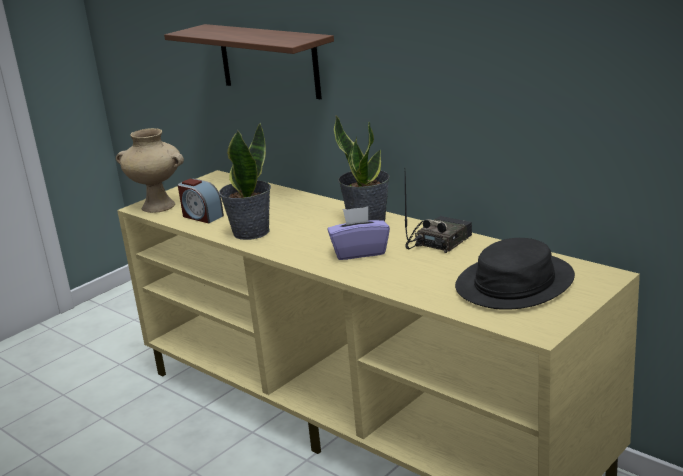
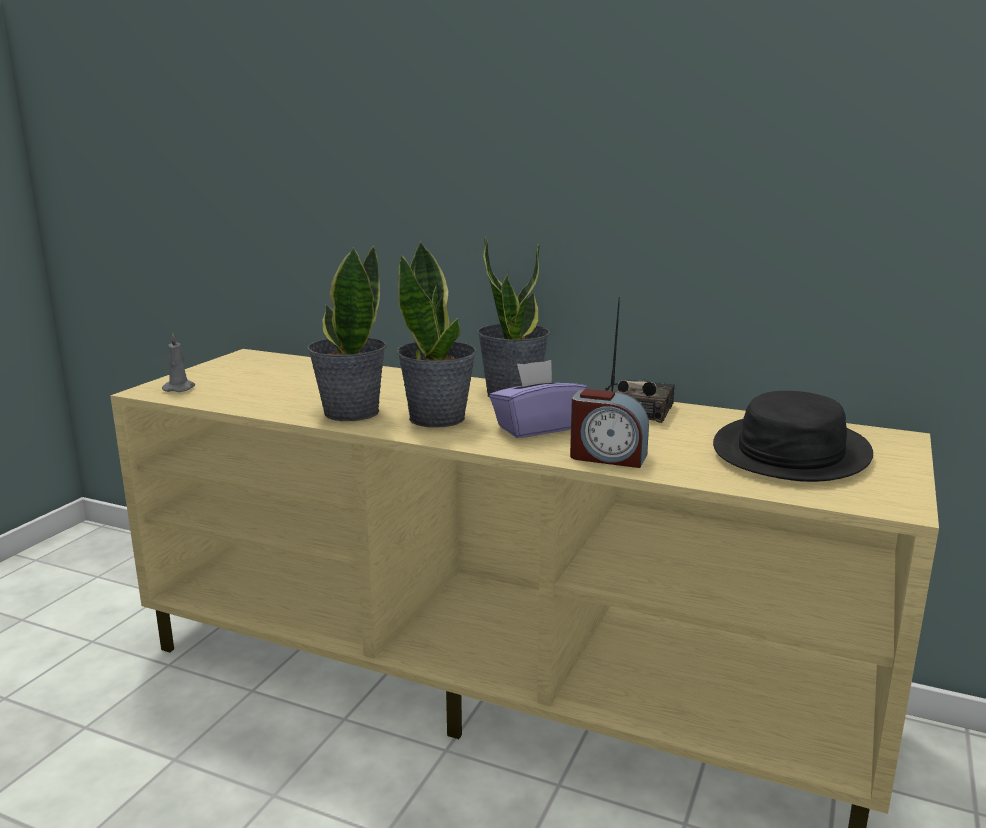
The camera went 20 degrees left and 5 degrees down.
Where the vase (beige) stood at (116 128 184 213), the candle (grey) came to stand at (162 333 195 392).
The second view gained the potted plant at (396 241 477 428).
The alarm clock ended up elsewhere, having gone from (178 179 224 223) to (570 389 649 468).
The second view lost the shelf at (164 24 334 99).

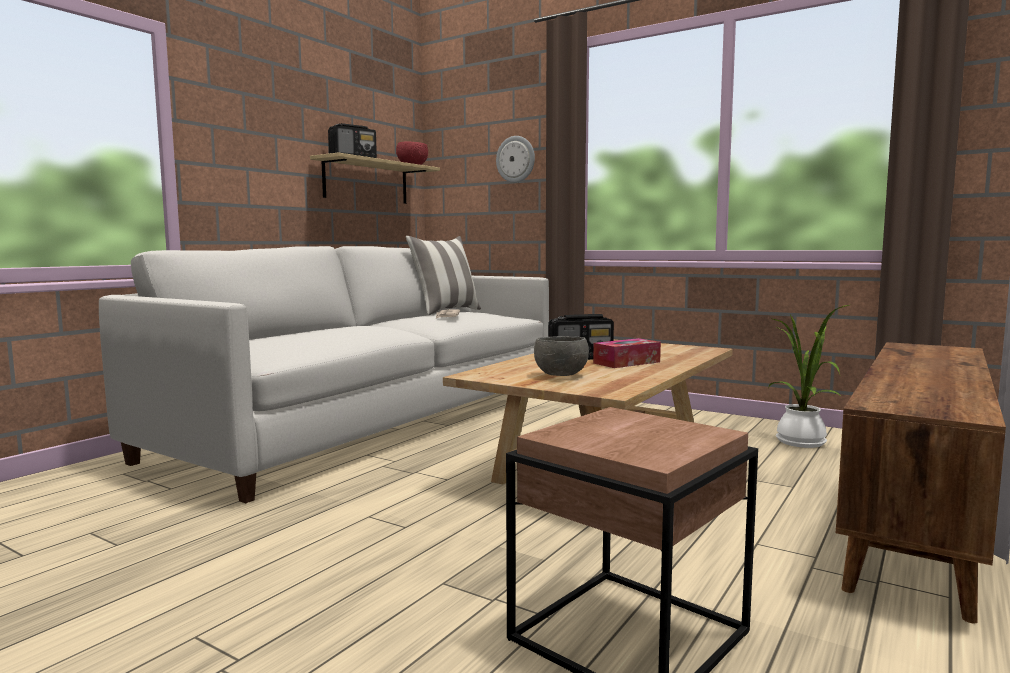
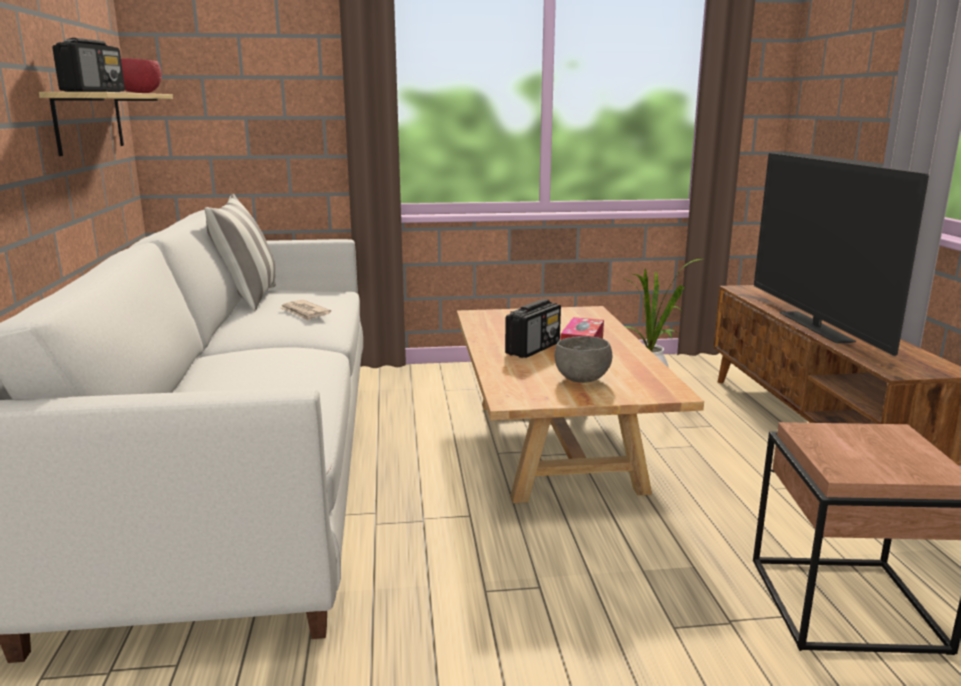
The camera went 40 degrees left and 10 degrees up.
The second view gained the television at (754 153 929 356).
The second view lost the wall clock at (496 136 535 183).

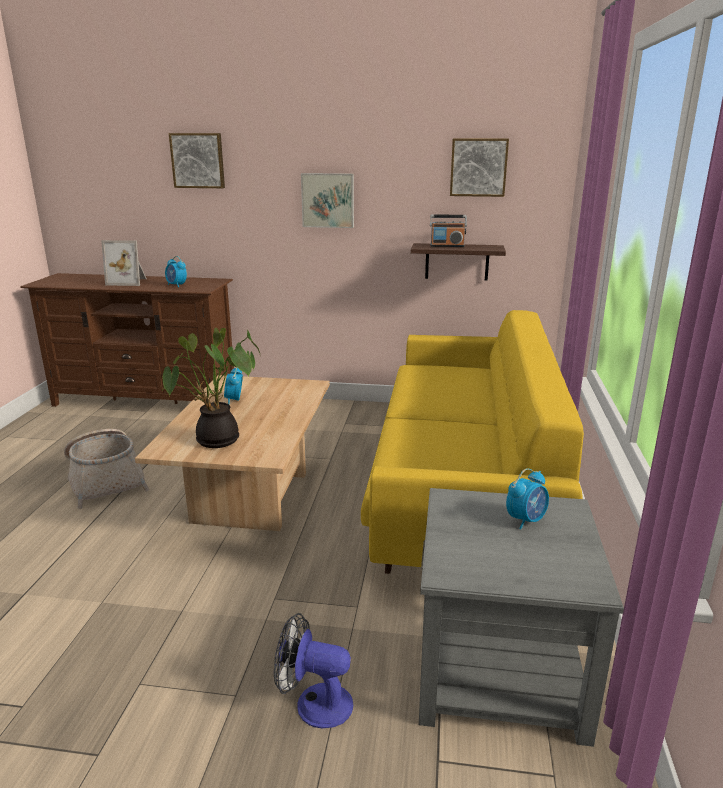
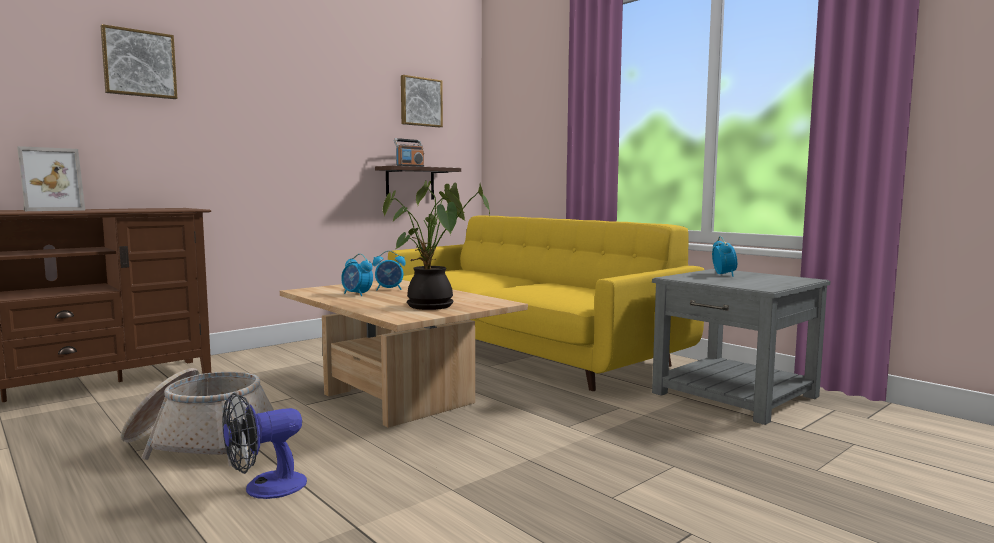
The camera went 50 degrees left and 15 degrees down.
The fan ended up elsewhere, having gone from (274 613 353 728) to (222 393 307 499).
The alarm clock ended up elsewhere, having gone from (165 256 187 288) to (373 251 406 290).
The second view lost the picture at (301 173 354 228).

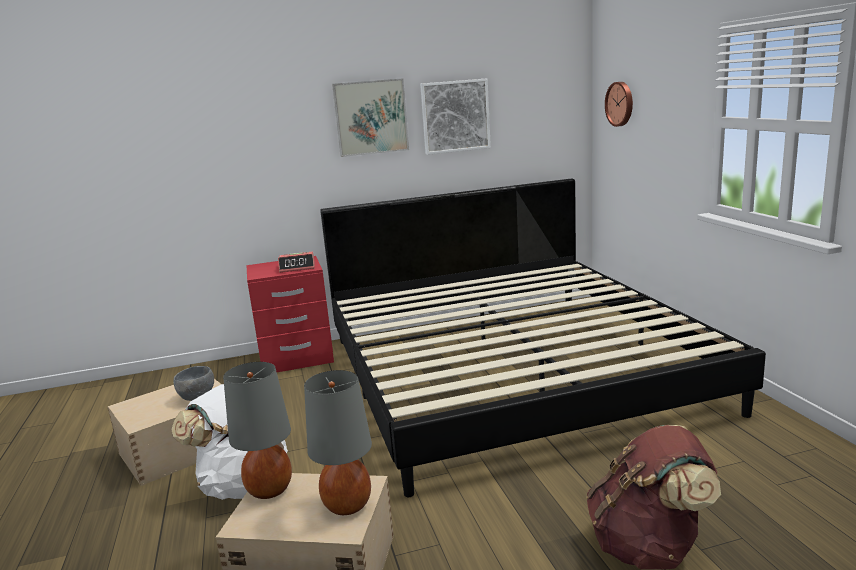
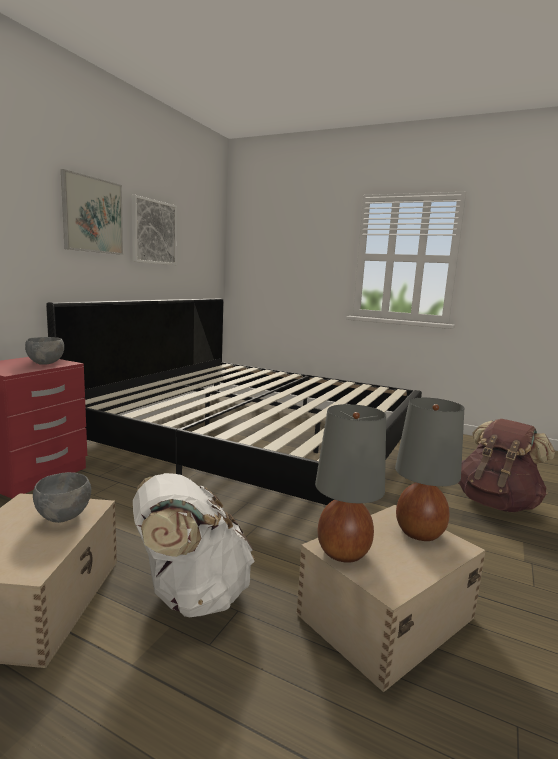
The camera went 50 degrees left and 5 degrees down.
Where the alarm clock stood at (278 252 315 272), the bowl (grey) came to stand at (25 337 64 365).
The second view lost the wall clock at (605 82 633 127).

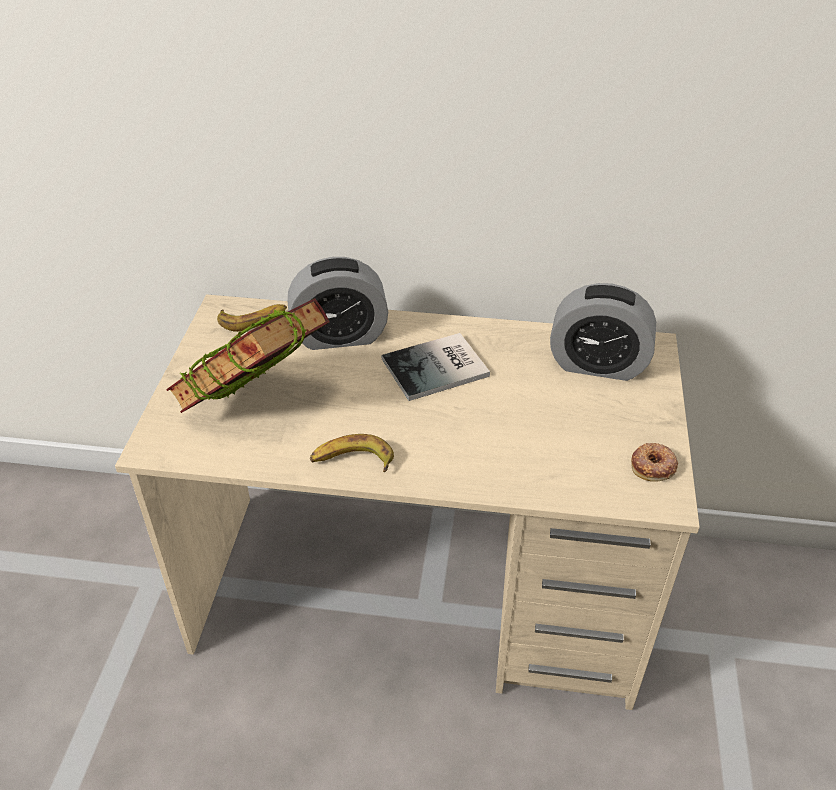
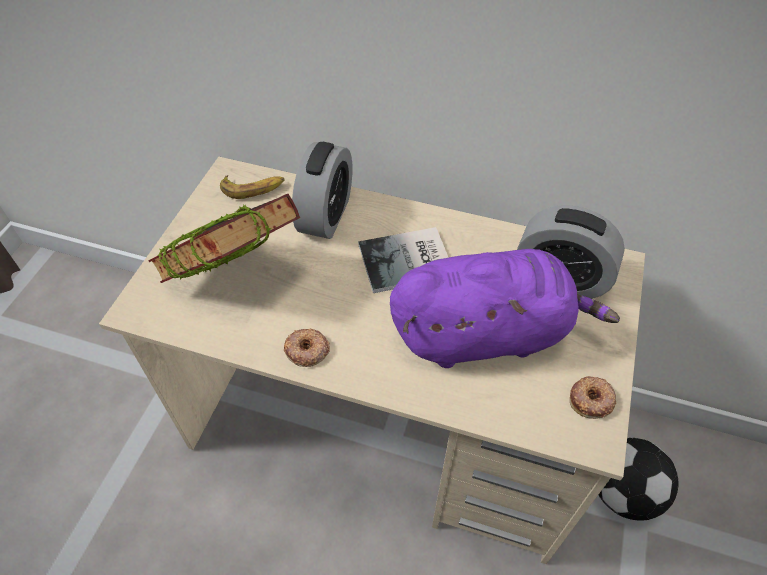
The camera went 10 degrees right and 10 degrees up.
Where the banana stood at (310 434 394 472), the donut came to stand at (284 329 330 367).
The alarm clock at (288 257 388 350) ended up facing another way, 75 degrees counterclockwise from before.
The second view gained the plush toy (purple) at (390 249 620 368).
The second view gained the football at (599 438 678 521).

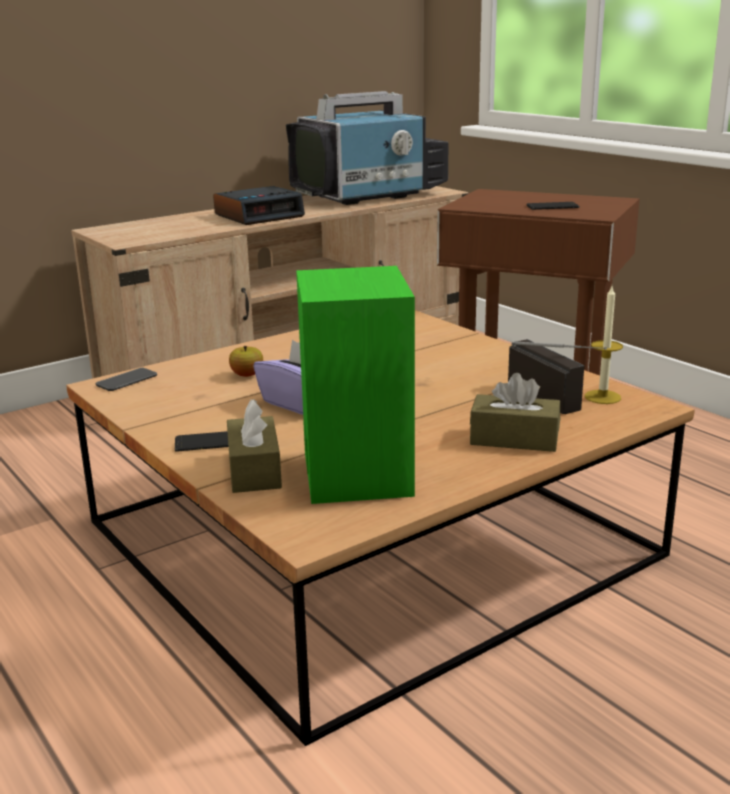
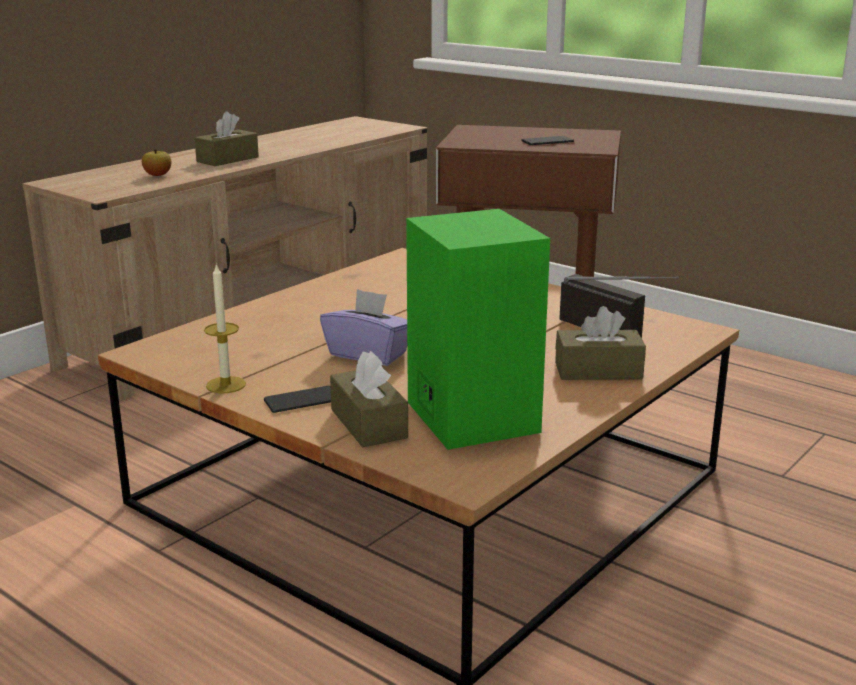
The camera went 15 degrees left and 0 degrees up.
The apple ended up elsewhere, having gone from (229 346 263 377) to (142 149 171 176).
Where the alarm clock stood at (213 186 305 225), the tissue box (brown) came to stand at (194 111 259 166).
The candle ended up elsewhere, having gone from (585 286 623 404) to (204 263 246 393).
The second view lost the phone at (96 368 157 391).
The second view lost the television at (286 91 448 205).

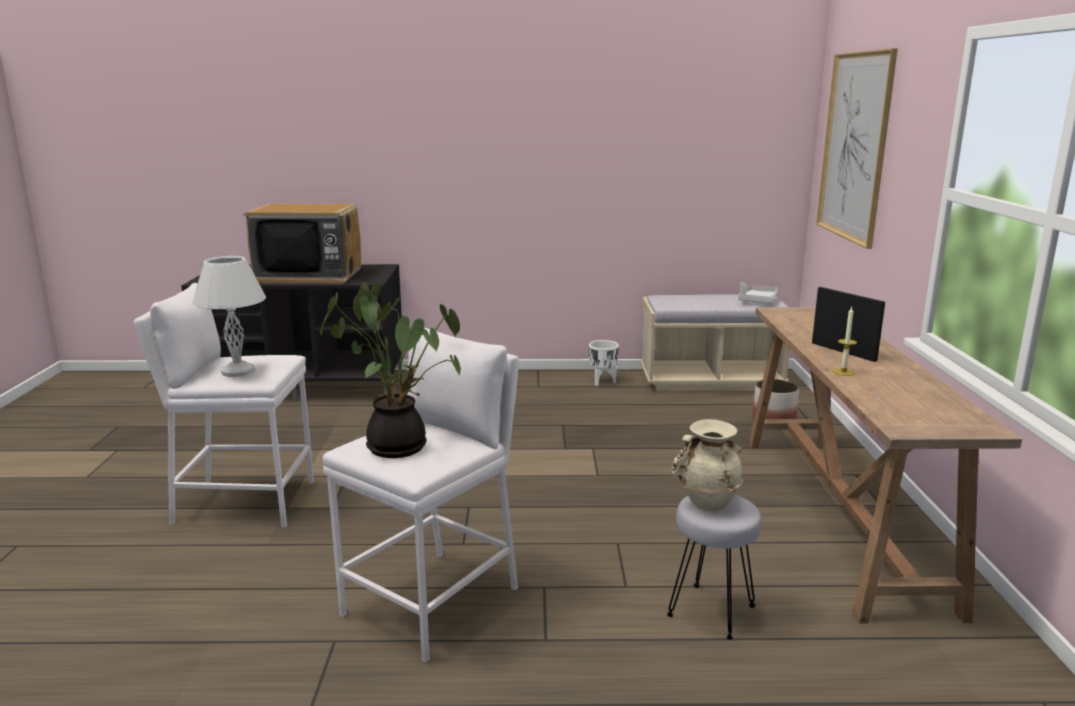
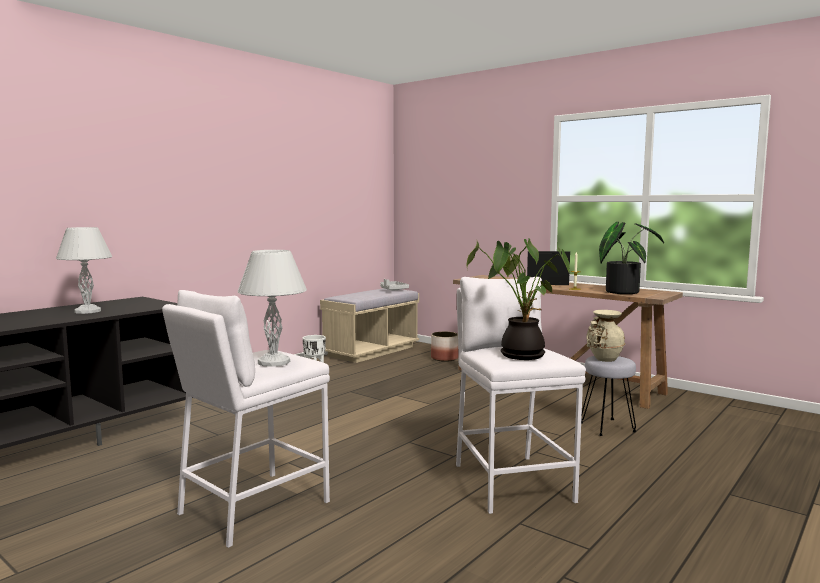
The camera went 50 degrees left and 10 degrees down.
Where the television stood at (243 204 361 283), the table lamp (white) came to stand at (56 227 112 314).
The second view gained the potted plant at (599 222 664 294).
The second view lost the picture at (816 48 898 249).

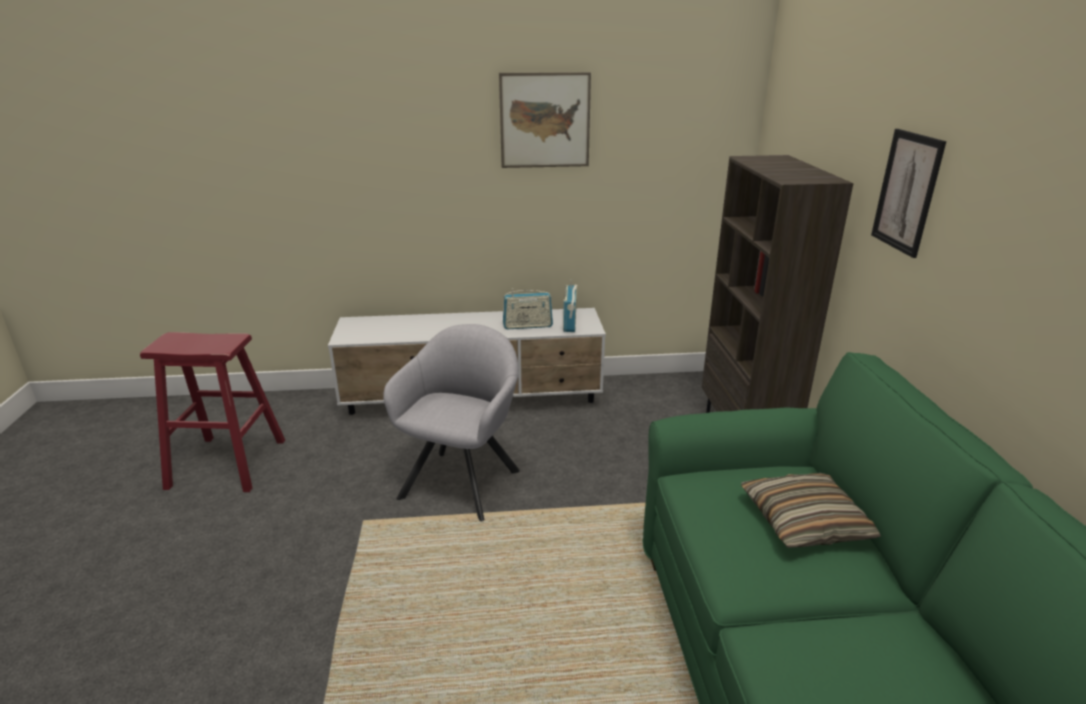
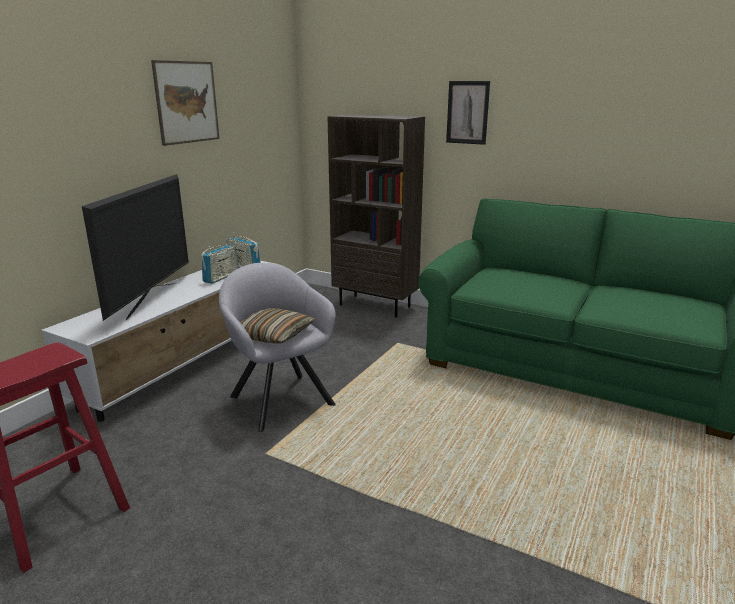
The camera went 55 degrees left and 5 degrees down.
The second view gained the television at (82 174 189 321).
The pillow ended up elsewhere, having gone from (741 473 881 548) to (240 308 315 343).

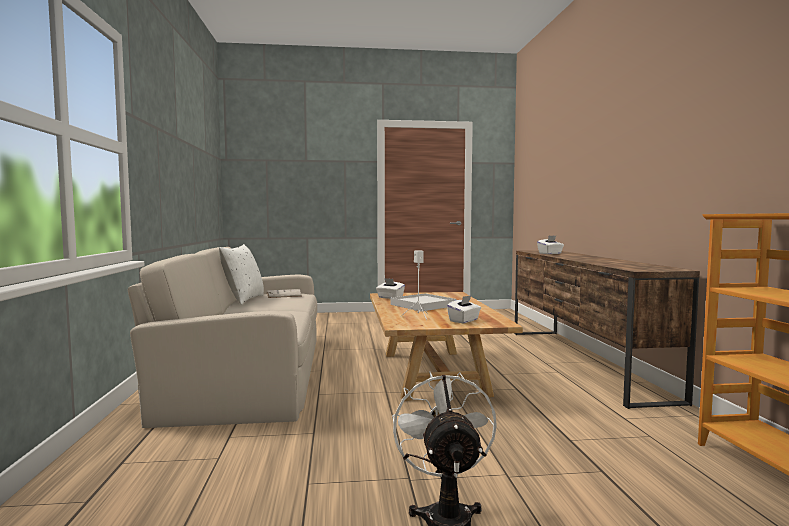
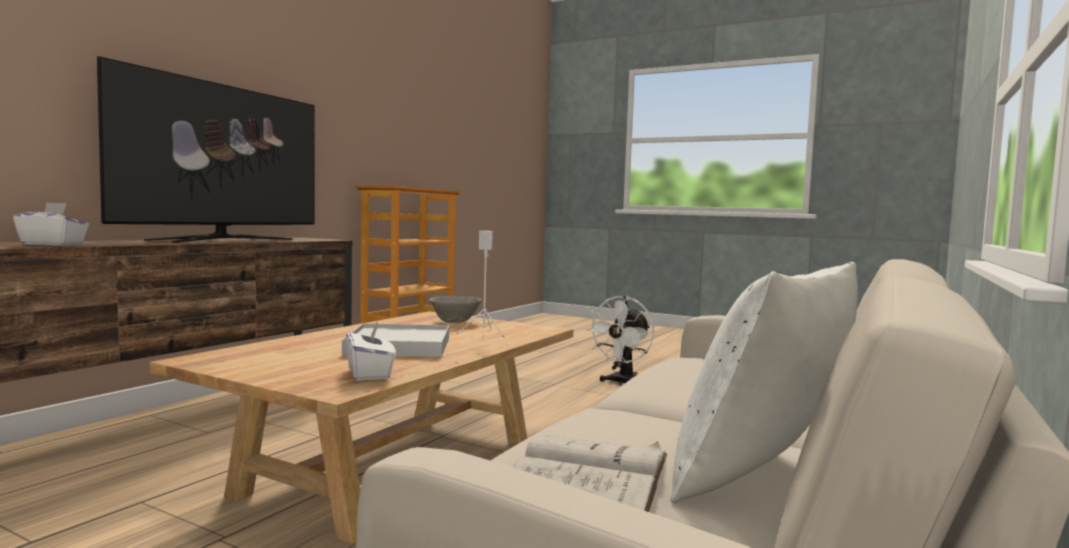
The camera went 145 degrees left and 0 degrees up.
The second view gained the television at (97 56 315 243).
Where the tissue box (white) stood at (447 295 481 323), the bowl (grey) came to stand at (429 296 482 323).

